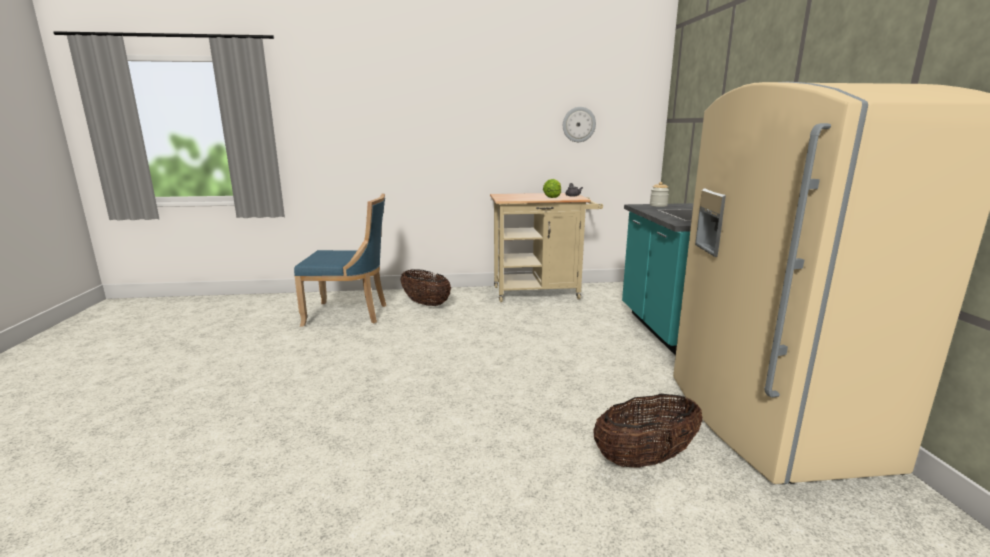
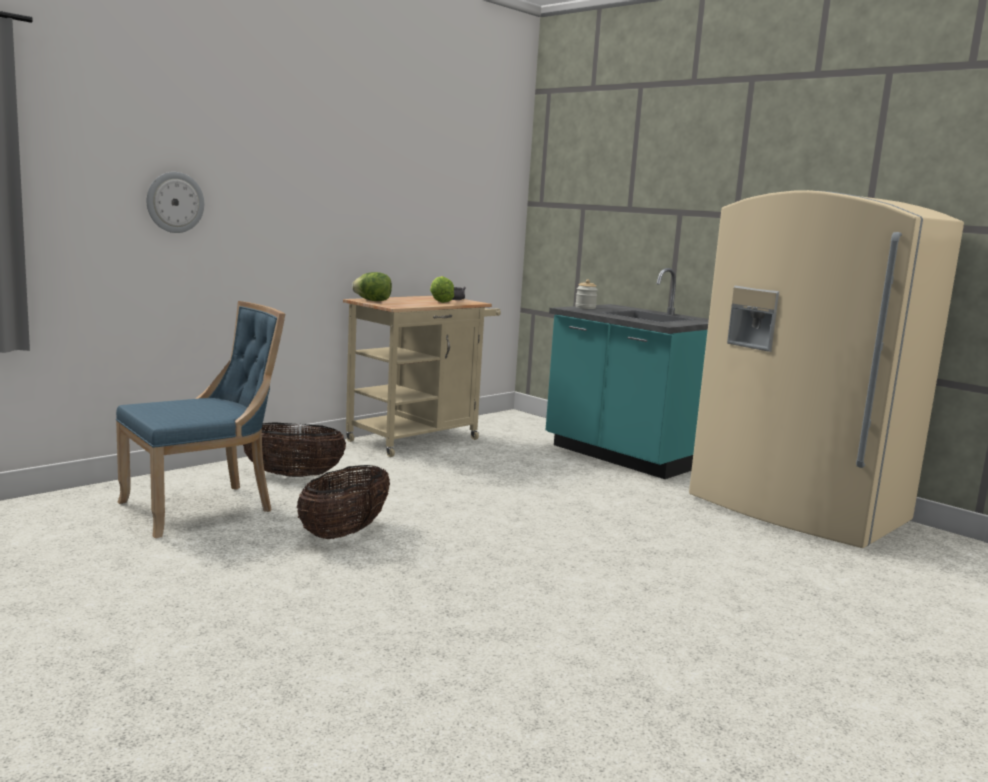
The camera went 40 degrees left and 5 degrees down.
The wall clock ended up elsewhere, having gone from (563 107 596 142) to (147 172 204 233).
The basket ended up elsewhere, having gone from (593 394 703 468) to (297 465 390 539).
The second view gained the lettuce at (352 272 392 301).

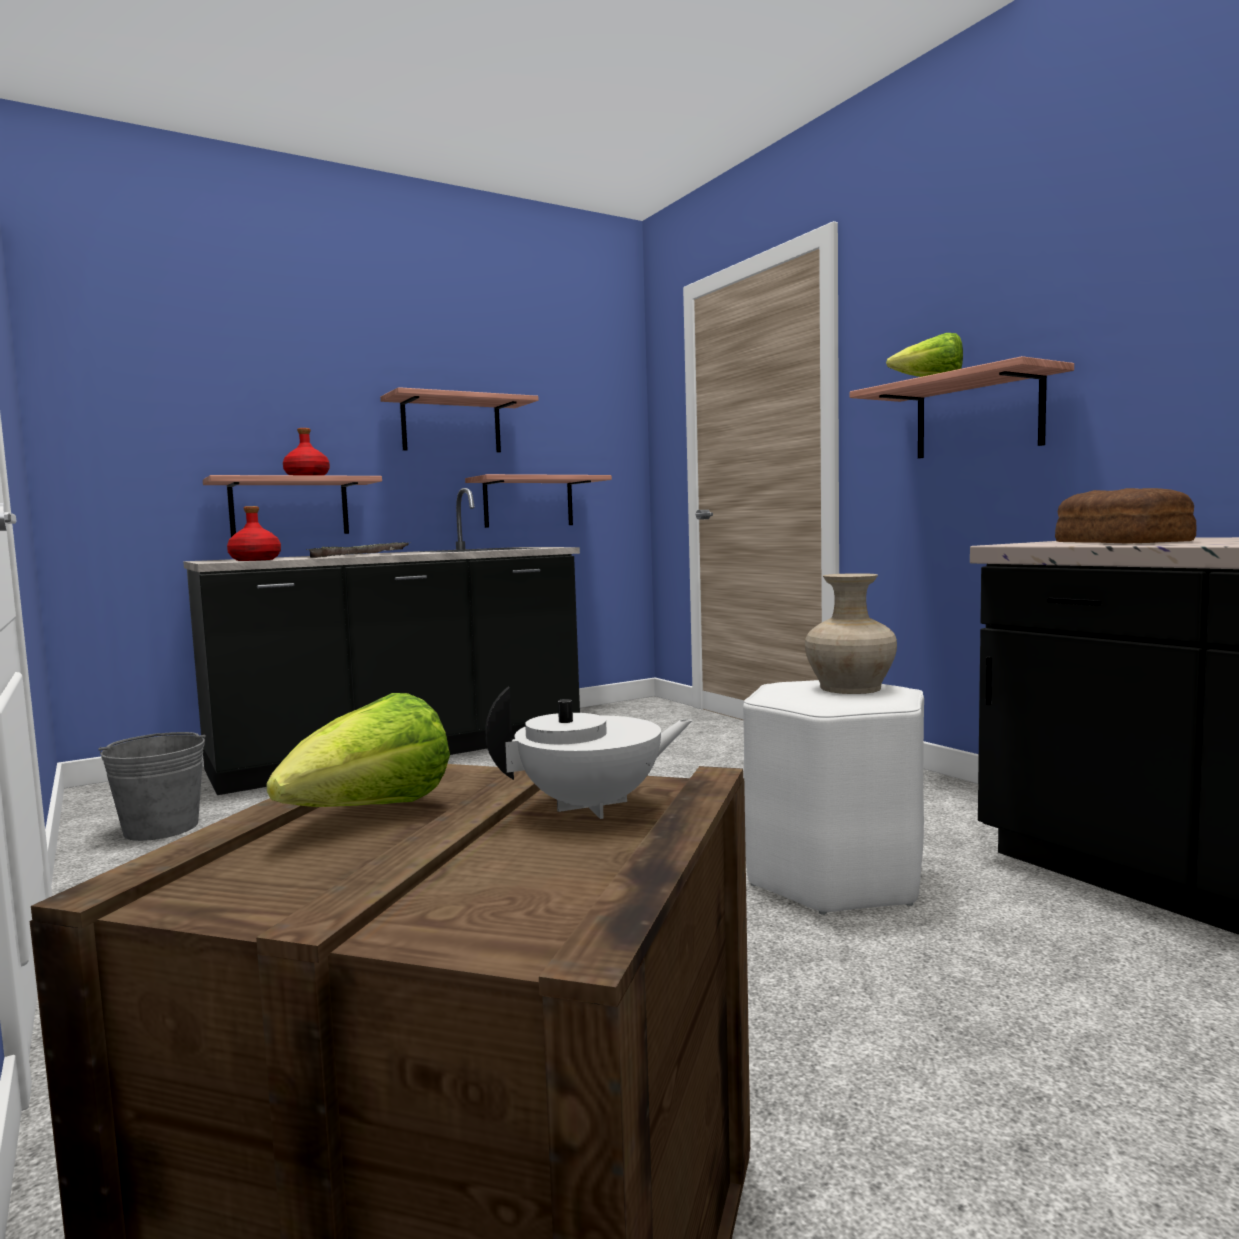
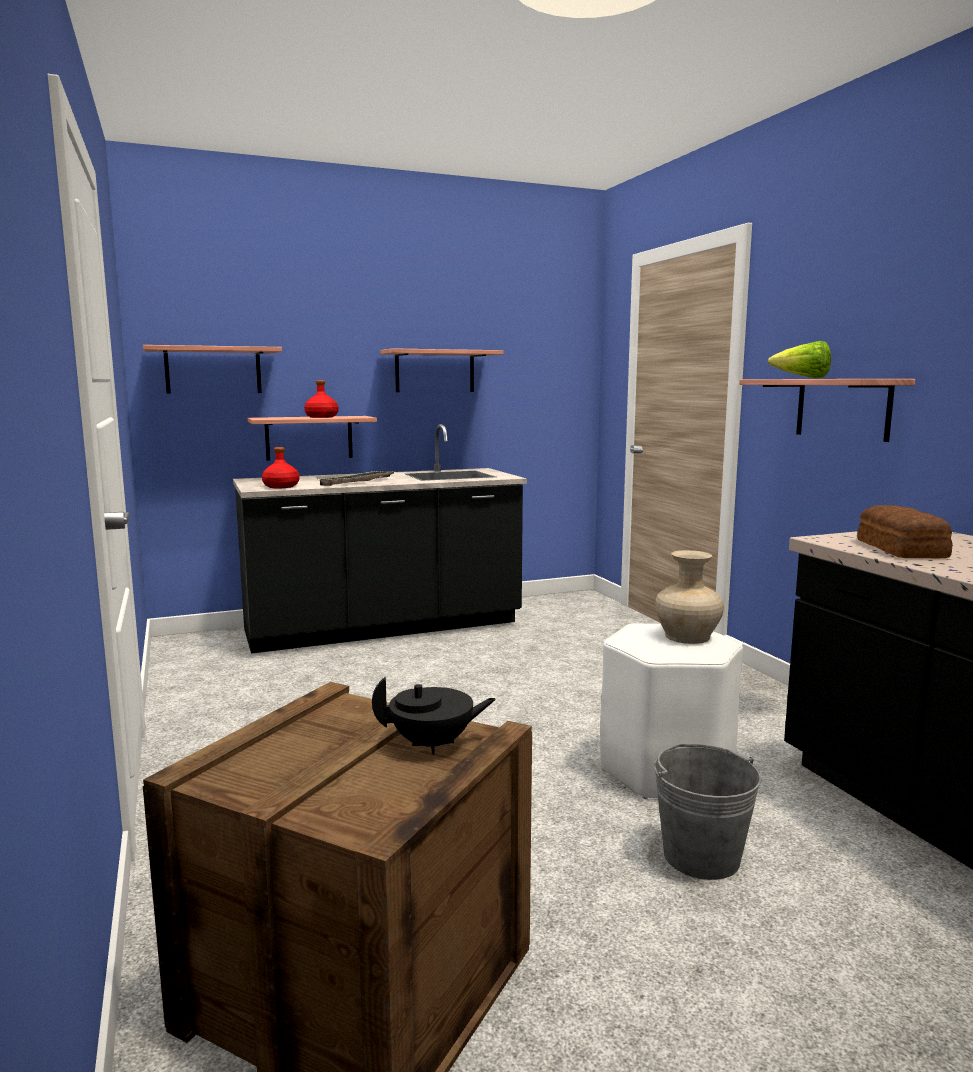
The camera went 10 degrees right and 5 degrees up.
The shelf ended up elsewhere, having gone from (465 474 612 528) to (143 345 282 394).
What was the teapot (white) at (485 687 693 819) turned into the teapot (black) at (372 677 496 755).
The bucket (grey) ended up elsewhere, having gone from (98 732 205 841) to (654 744 761 880).
The second view lost the lettuce at (266 693 450 807).

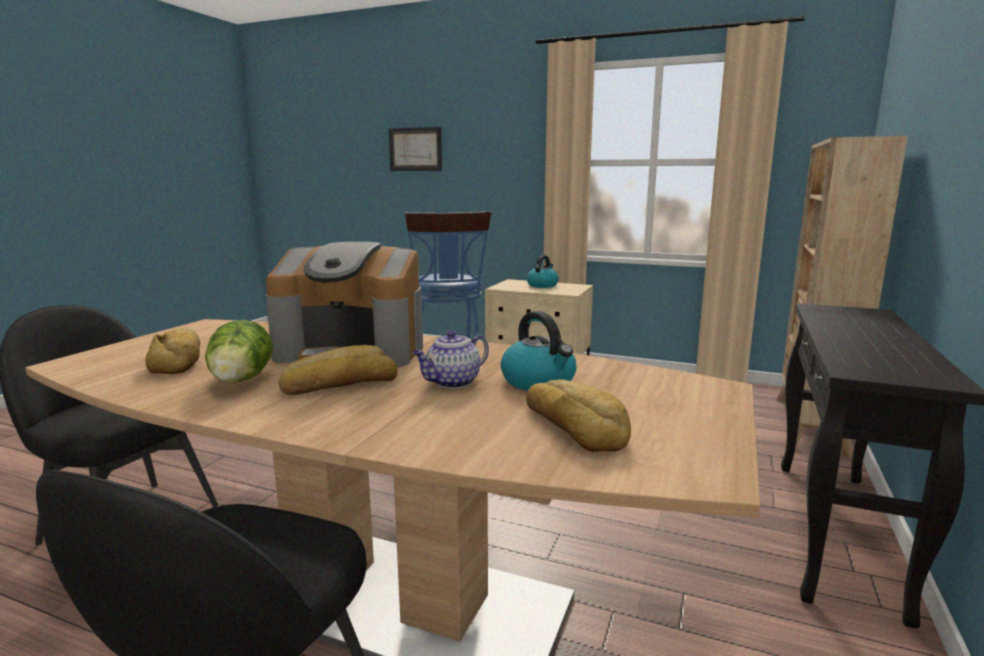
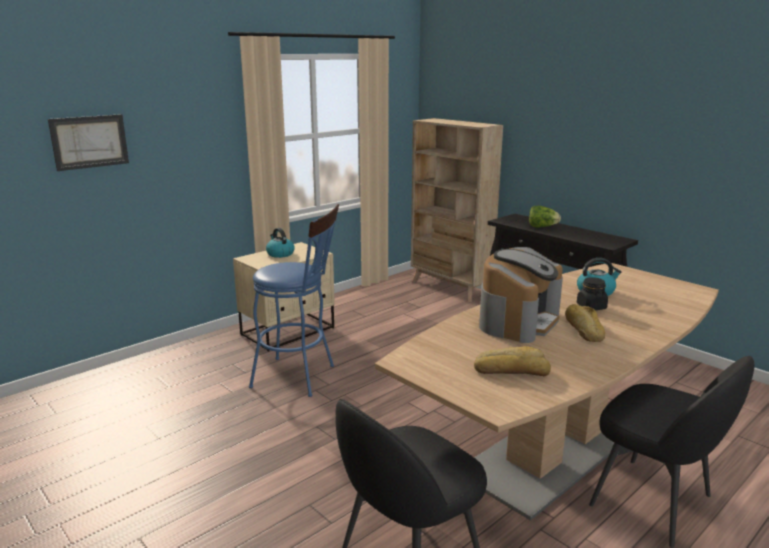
The camera went 65 degrees left and 5 degrees up.
The lettuce ended up elsewhere, having gone from (205 320 273 383) to (529 206 561 228).
Where the teapot stood at (413 330 489 388), the jar (black) came to stand at (577 277 608 310).
The second view lost the bread at (526 379 631 452).

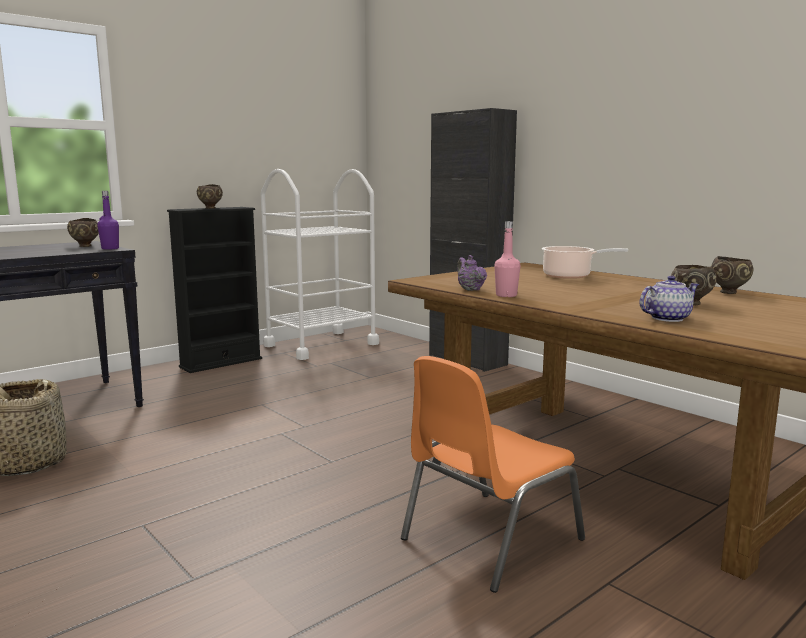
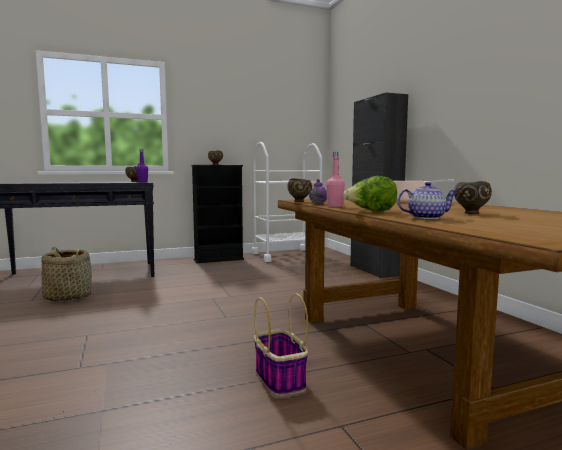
The camera went 20 degrees right and 5 degrees down.
Where the chair (orange) stood at (401 356 585 593), the basket came to stand at (254 293 308 396).
The bowl (brown) ended up elsewhere, having gone from (711 256 753 294) to (287 178 312 202).
The second view gained the lettuce at (343 176 397 212).

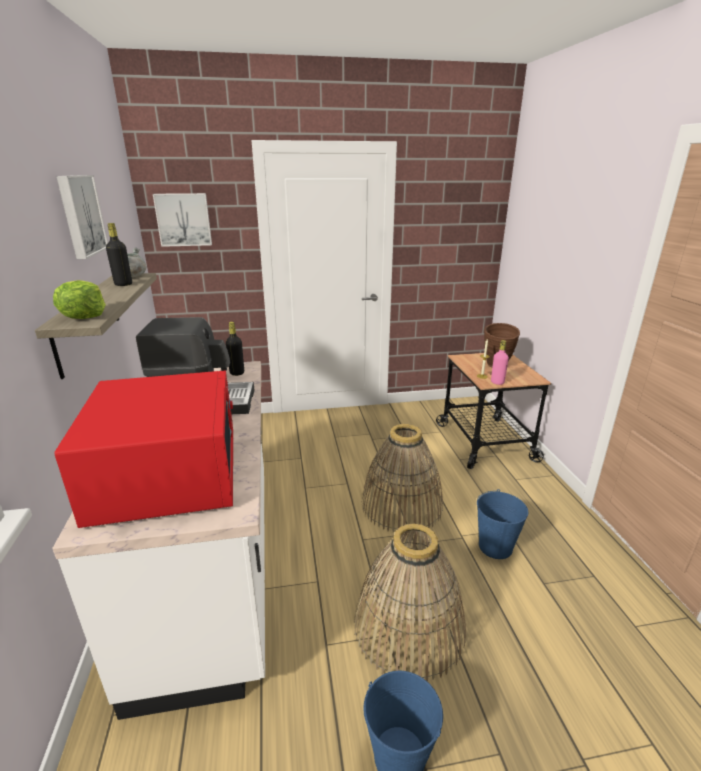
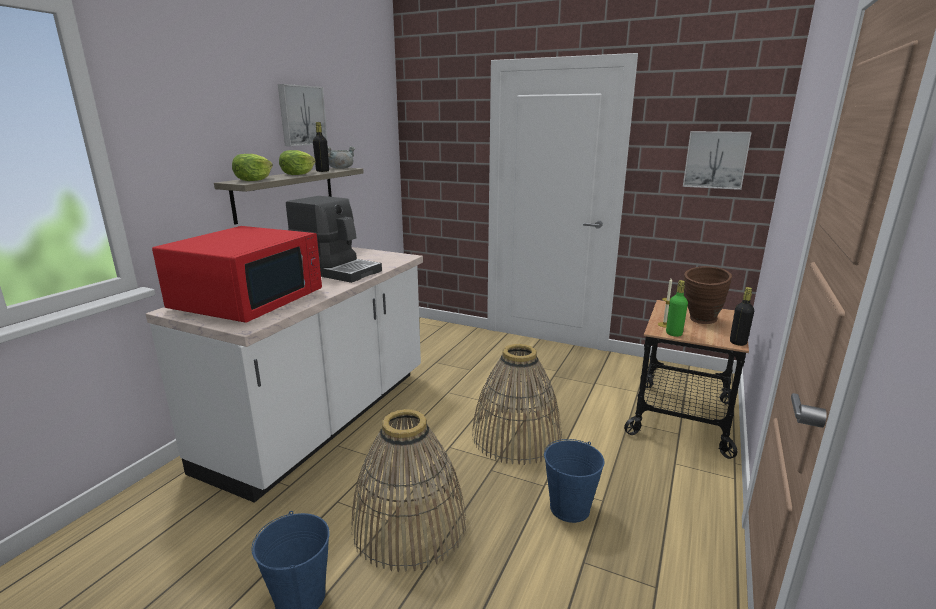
The camera went 35 degrees right and 5 degrees down.
The second view gained the lettuce at (279 150 316 175).
What was the bottle (pink) at (491 340 509 385) turned into the bottle (green) at (666 280 688 337).
The picture ended up elsewhere, having gone from (153 193 212 247) to (683 131 752 190).
The bottle (black) ended up elsewhere, having gone from (226 322 244 376) to (730 287 754 346).

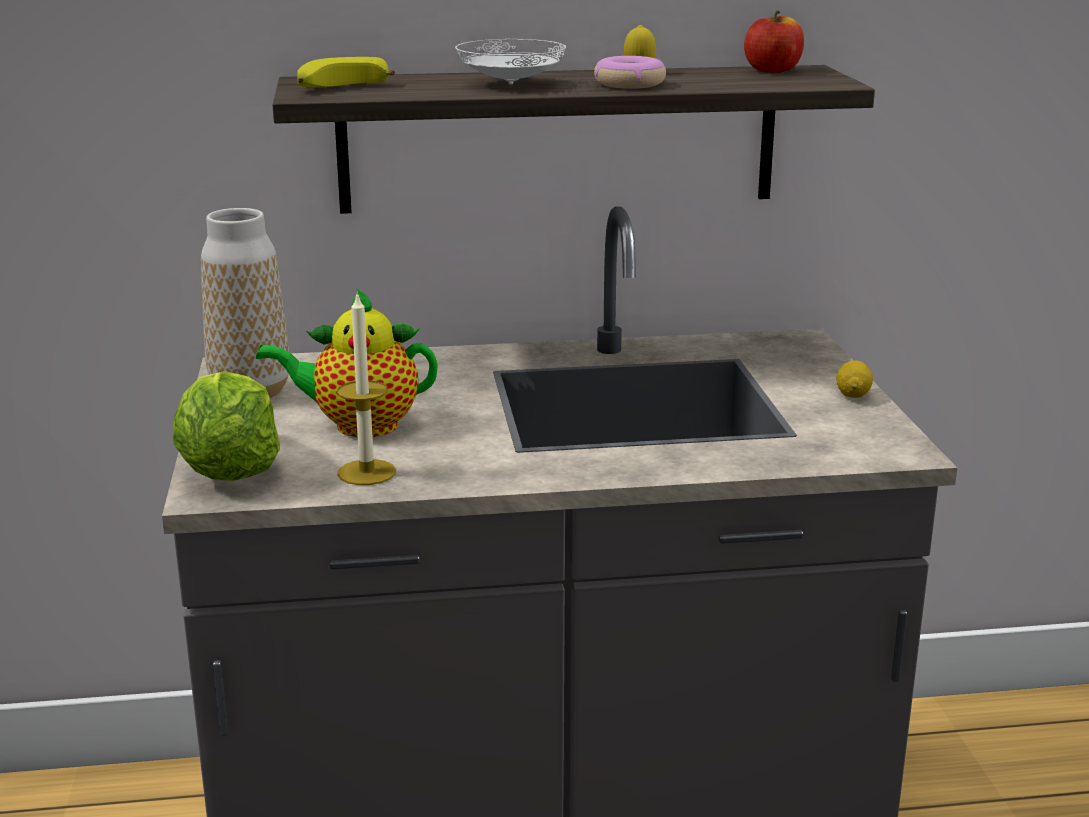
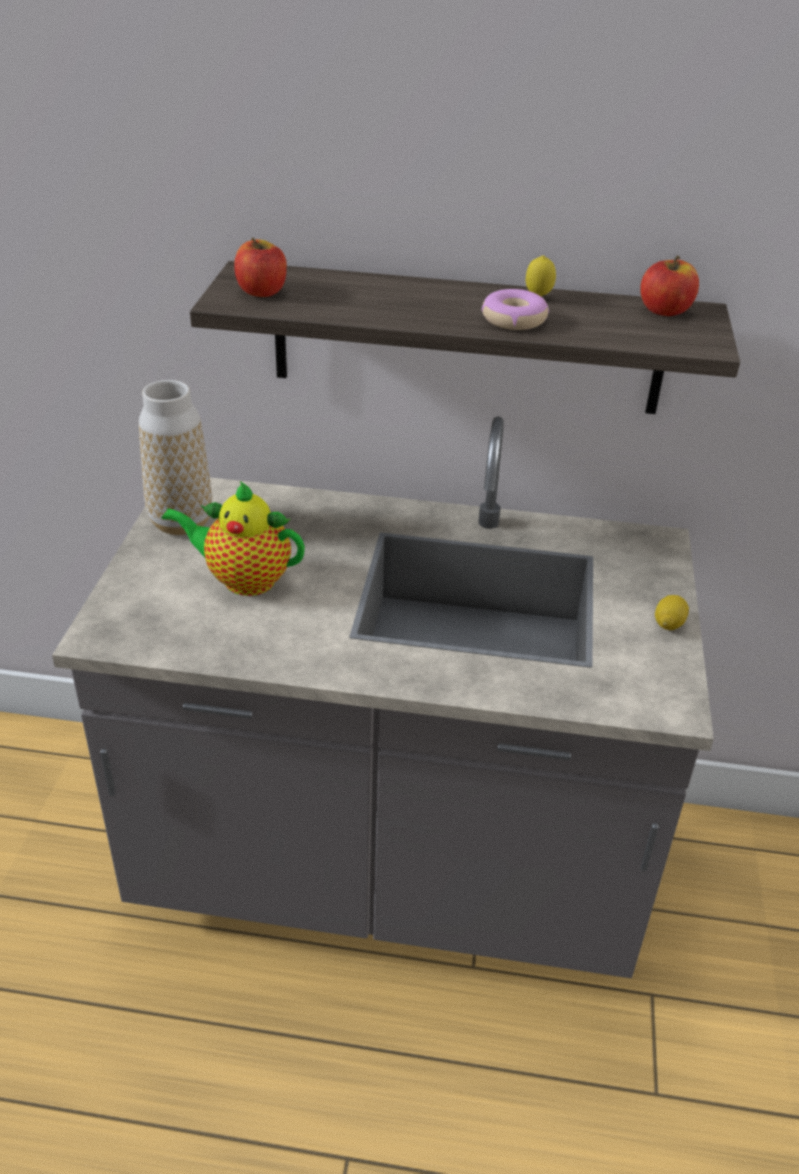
The camera went 15 degrees right and 15 degrees up.
Where the banana stood at (297 57 395 87), the apple came to stand at (234 237 287 297).
The second view lost the lettuce at (173 371 280 481).
The second view lost the candle at (337 292 396 485).
The second view lost the plate (white) at (455 39 566 85).

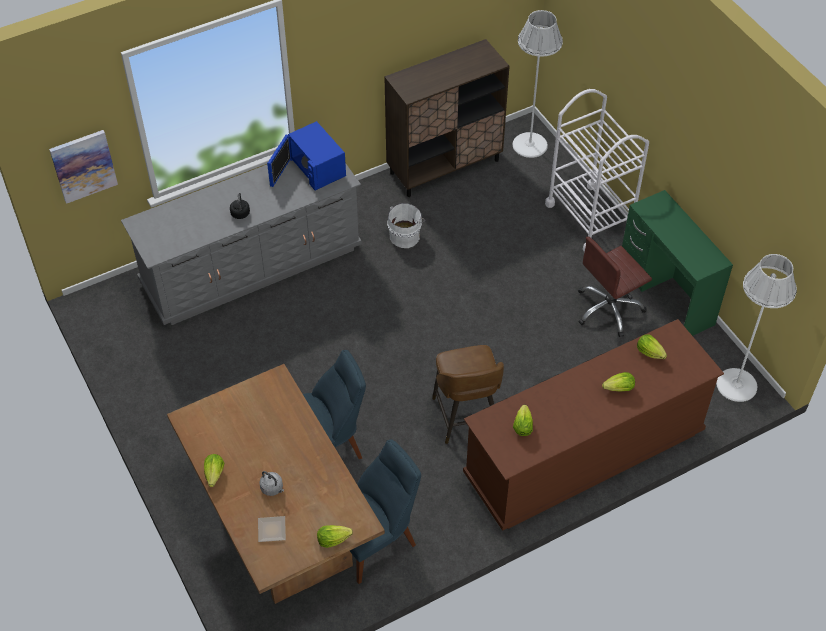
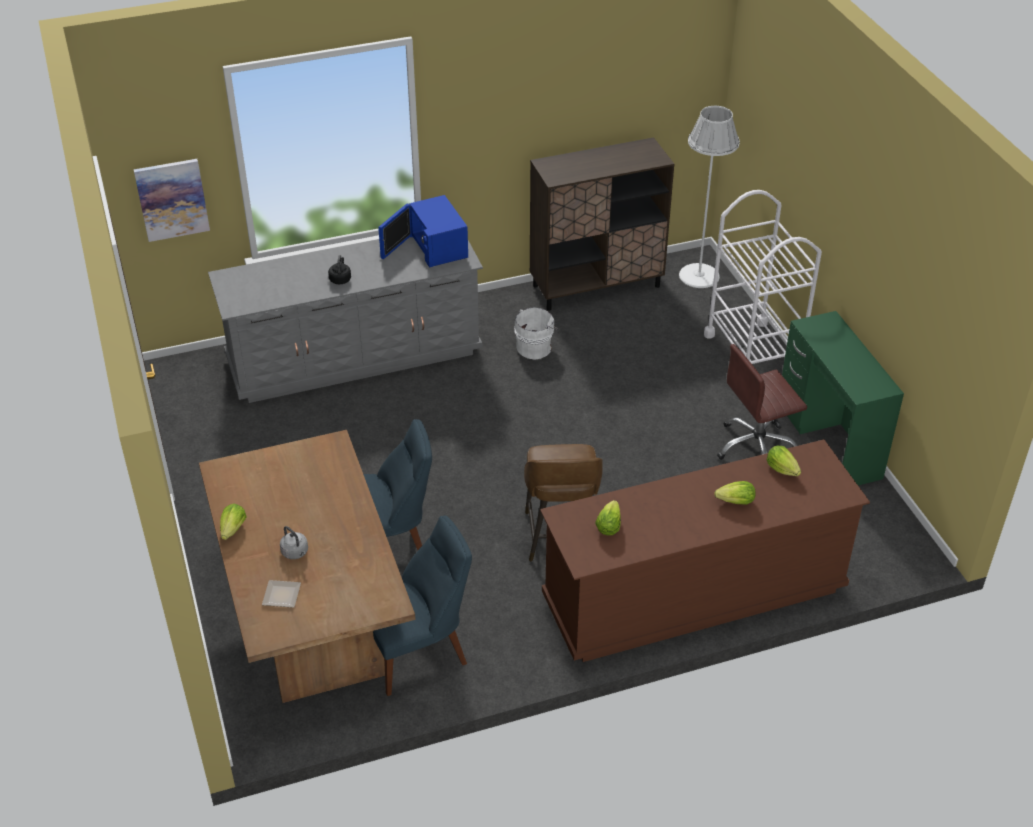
The camera went 10 degrees right and 10 degrees down.
The second view lost the lettuce at (317 525 353 548).
The second view lost the floor lamp (white) at (716 254 797 402).

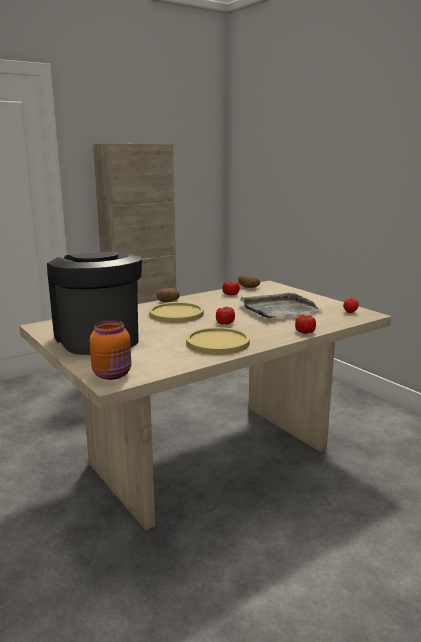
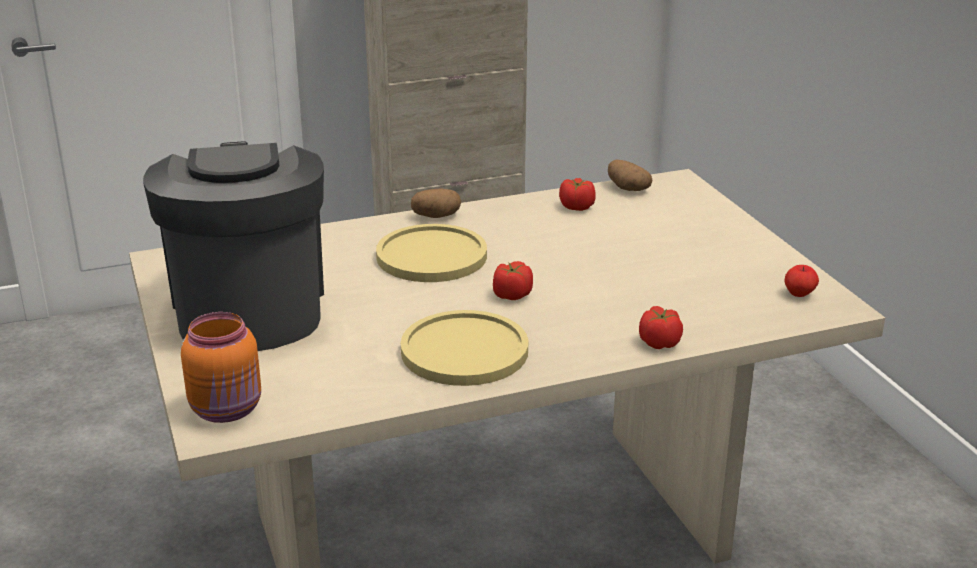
The camera went 15 degrees right and 10 degrees up.
The second view lost the tray (grey) at (240 293 322 318).

